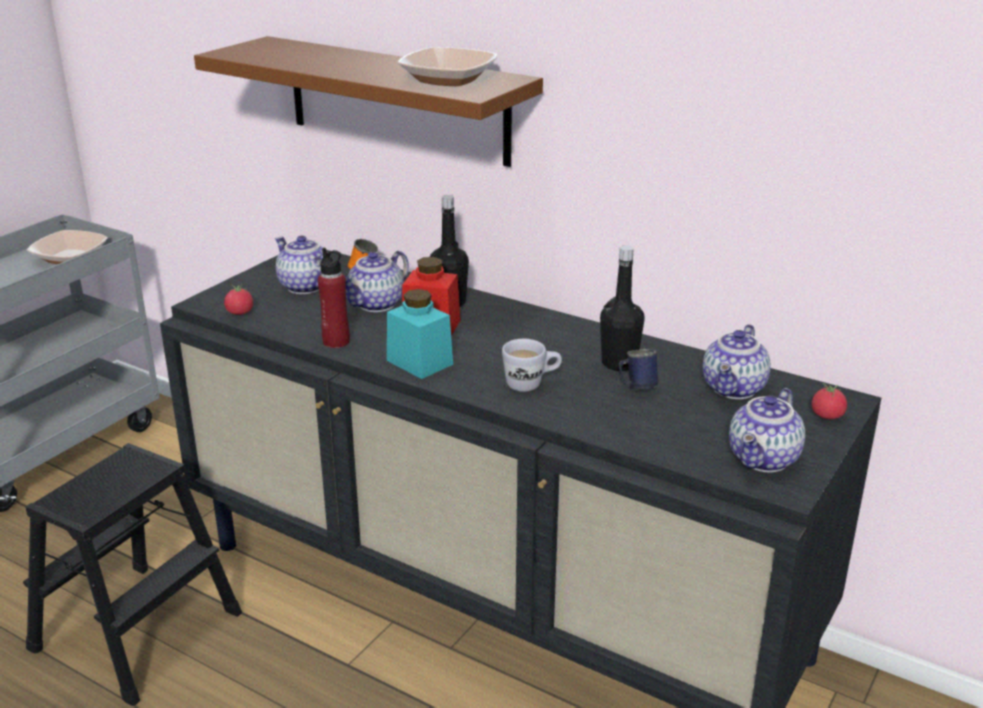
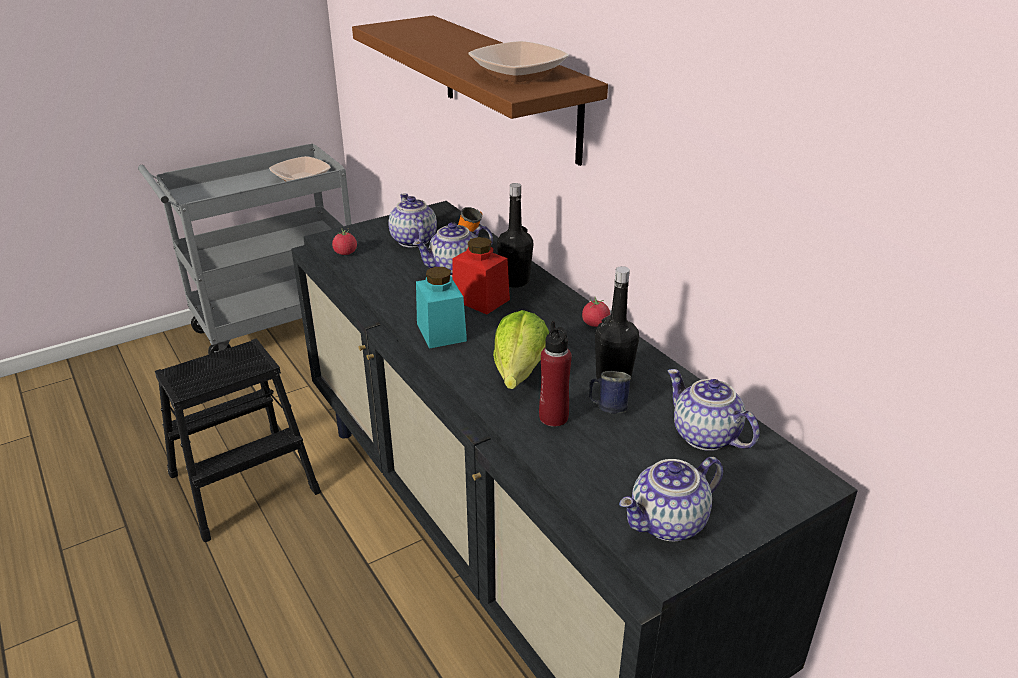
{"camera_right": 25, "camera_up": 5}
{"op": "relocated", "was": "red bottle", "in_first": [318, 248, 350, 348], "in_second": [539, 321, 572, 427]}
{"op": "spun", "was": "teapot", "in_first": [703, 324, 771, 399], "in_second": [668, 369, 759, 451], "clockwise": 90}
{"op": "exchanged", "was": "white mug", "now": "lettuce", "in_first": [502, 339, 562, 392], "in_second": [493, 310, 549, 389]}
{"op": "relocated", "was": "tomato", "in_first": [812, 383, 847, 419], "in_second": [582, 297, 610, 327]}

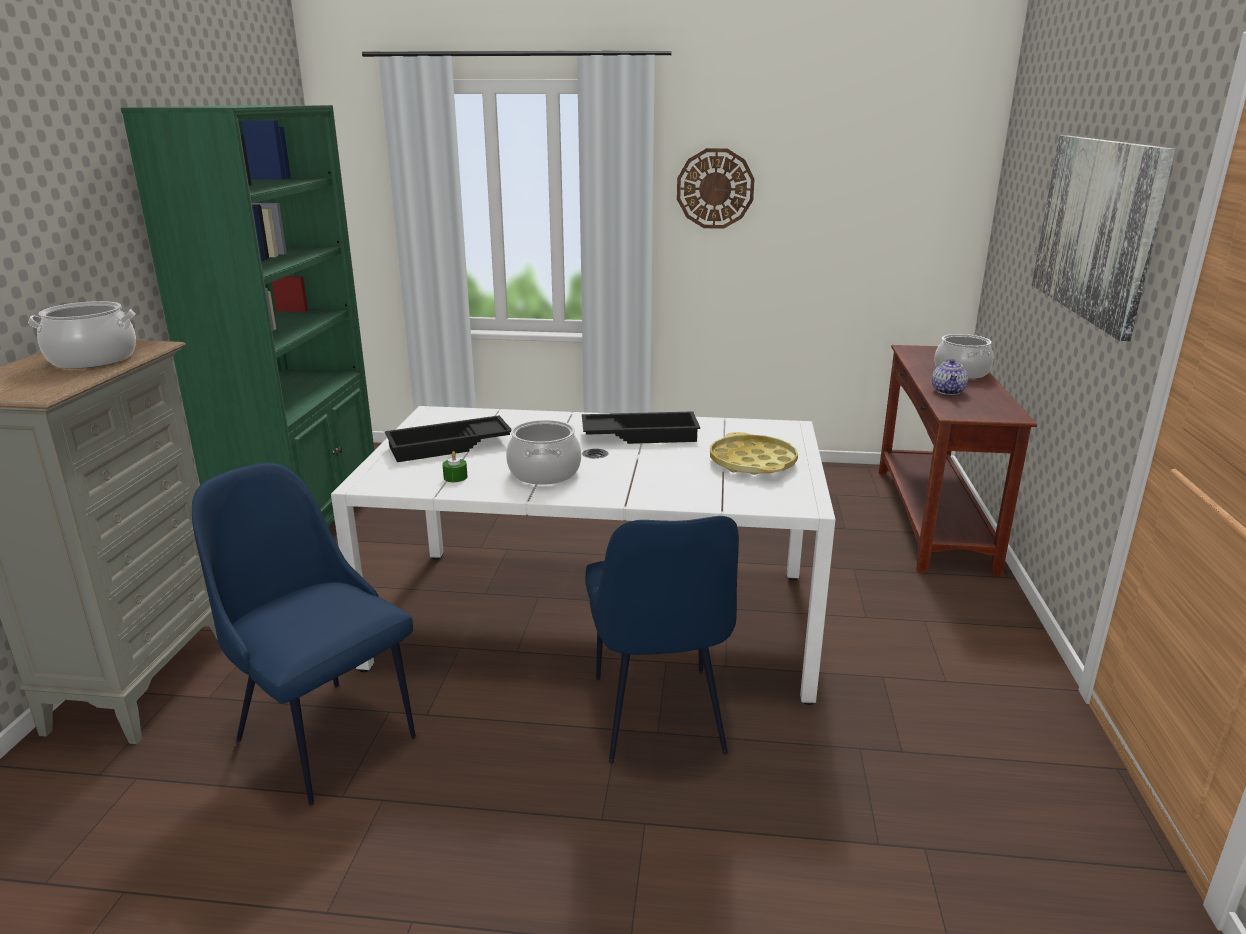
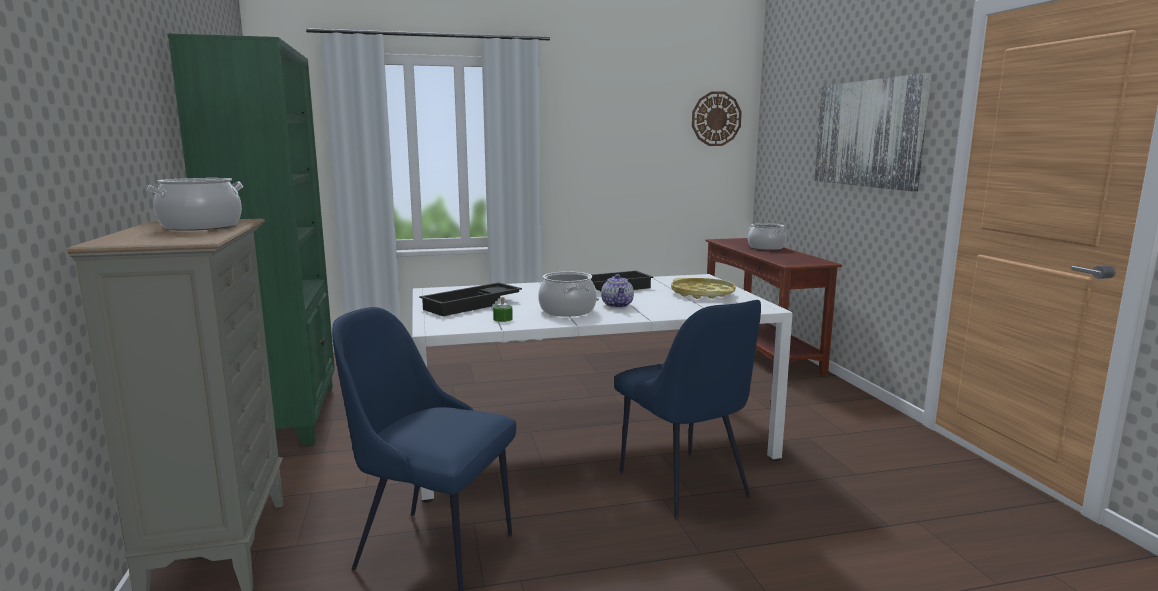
{"camera_right": -20, "camera_up": -10}
{"op": "relocated", "was": "wall clock", "in_first": [677, 148, 754, 229], "in_second": [692, 91, 742, 146]}
{"op": "relocated", "was": "teapot", "in_first": [932, 359, 968, 395], "in_second": [601, 274, 634, 308]}

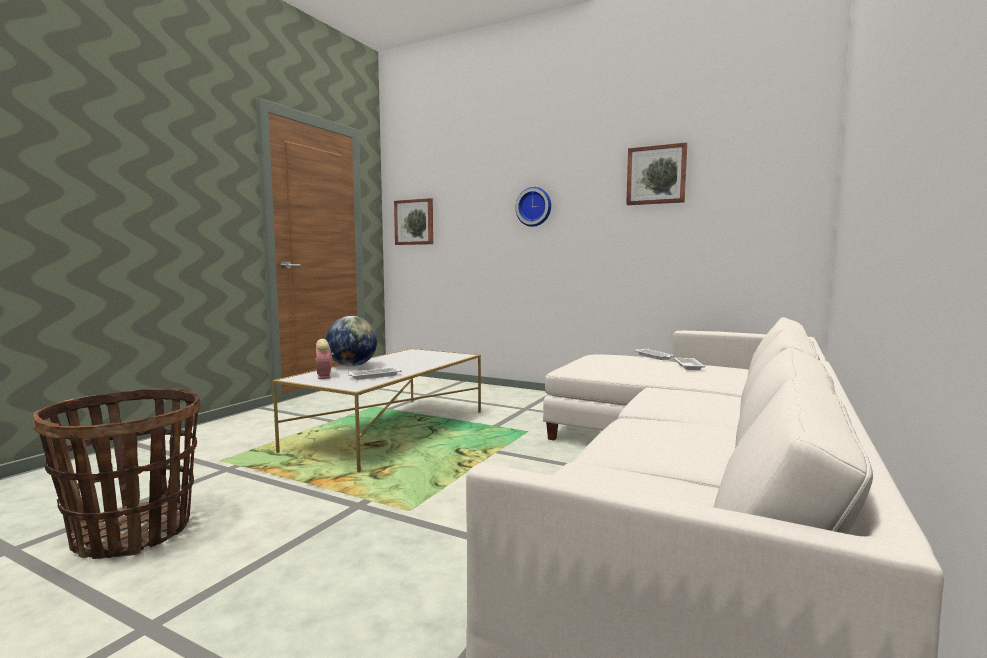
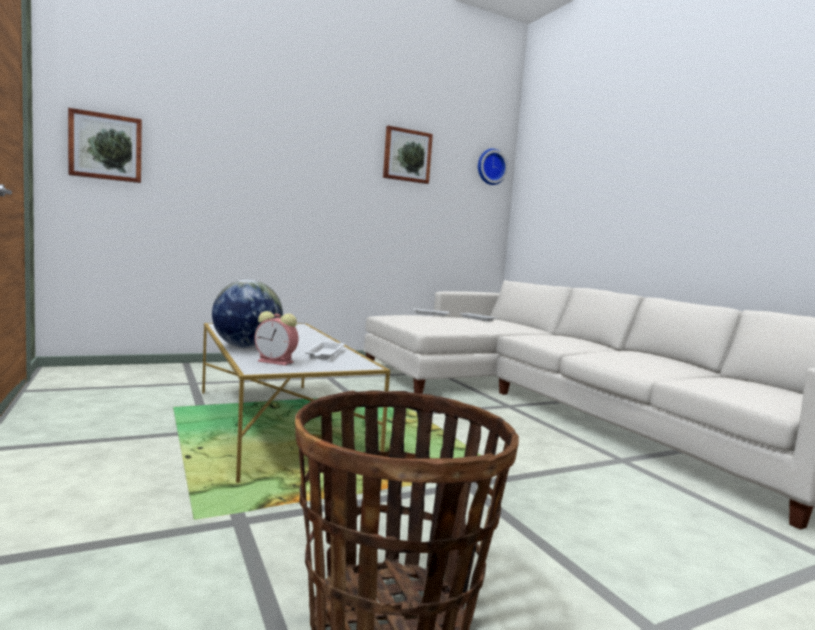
{"camera_right": -55, "camera_up": 0}
{"op": "relocated", "was": "wall clock", "in_first": [516, 187, 551, 227], "in_second": [478, 149, 508, 185]}

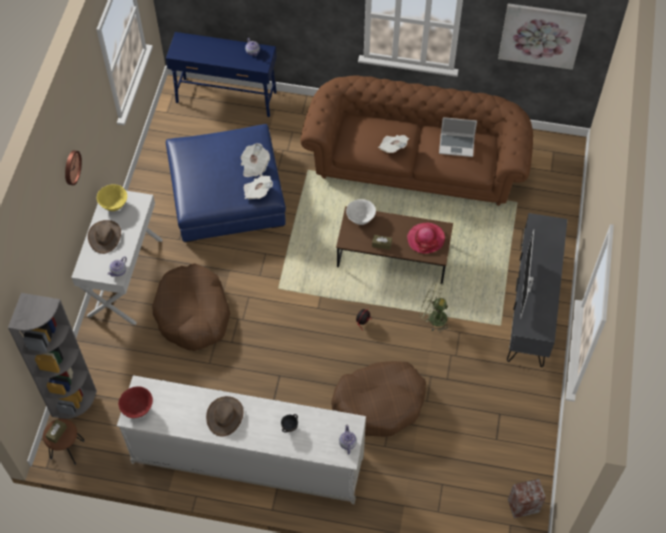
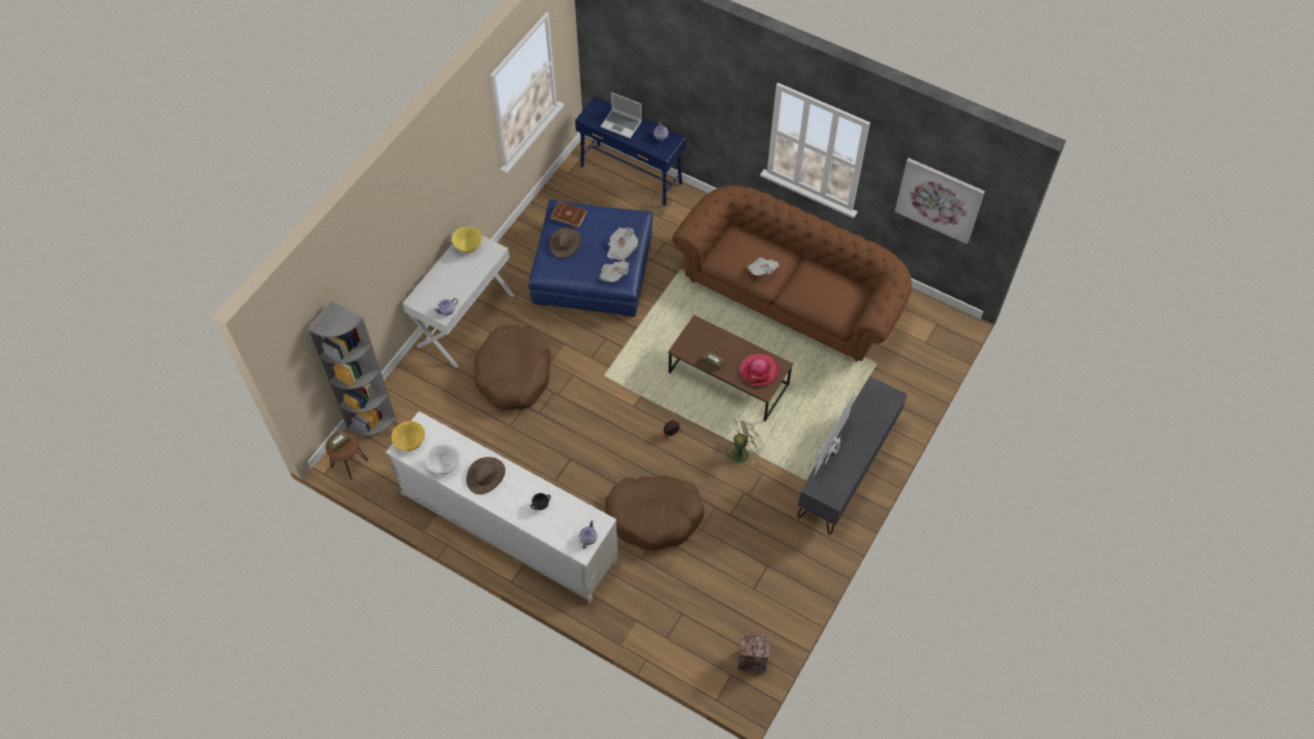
{"camera_right": 20, "camera_up": 0}
{"op": "relocated", "was": "laptop", "in_first": [439, 117, 477, 157], "in_second": [600, 92, 642, 138]}
{"op": "missing", "was": "wall clock", "in_first": [65, 150, 82, 185]}
{"op": "relocated", "was": "white bowl", "in_first": [346, 199, 376, 225], "in_second": [426, 444, 460, 474]}
{"op": "relocated", "was": "brown hat", "in_first": [88, 220, 121, 254], "in_second": [549, 228, 582, 258]}
{"op": "spun", "was": "green fan", "in_first": [420, 281, 451, 332], "in_second": [723, 416, 765, 464], "clockwise": 105}
{"op": "colour", "was": "red bowl", "now": "yellow bowl", "in_first": [118, 386, 153, 418], "in_second": [391, 421, 425, 451]}
{"op": "appeared", "now": "brown book", "in_second": [550, 201, 587, 228]}

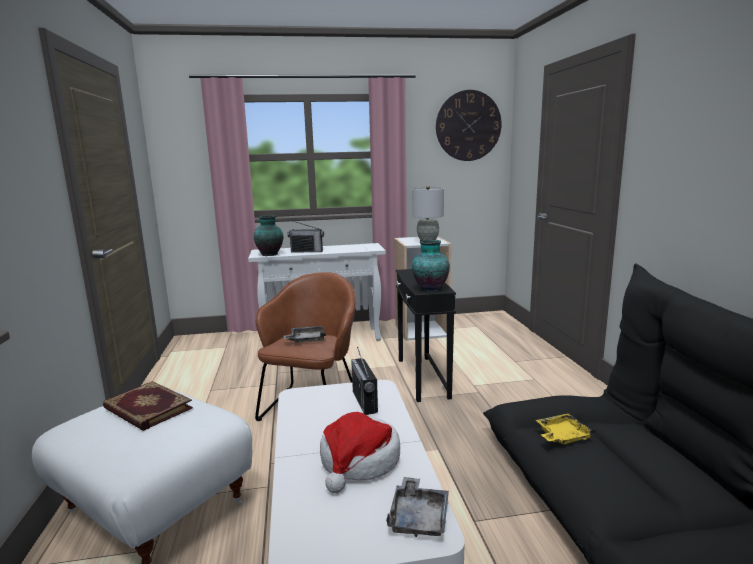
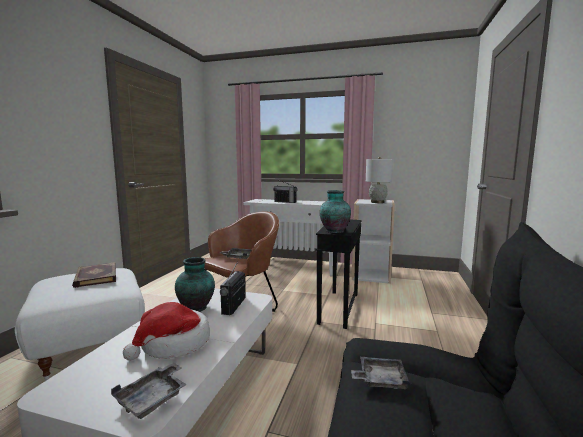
{"camera_right": 25, "camera_up": -5}
{"op": "missing", "was": "wall clock", "in_first": [436, 90, 502, 161]}
{"op": "relocated", "was": "vase", "in_first": [254, 215, 284, 256], "in_second": [175, 257, 215, 312]}
{"op": "colour", "was": "yellow tray", "now": "grey tray", "in_first": [536, 413, 596, 445], "in_second": [351, 357, 411, 389]}

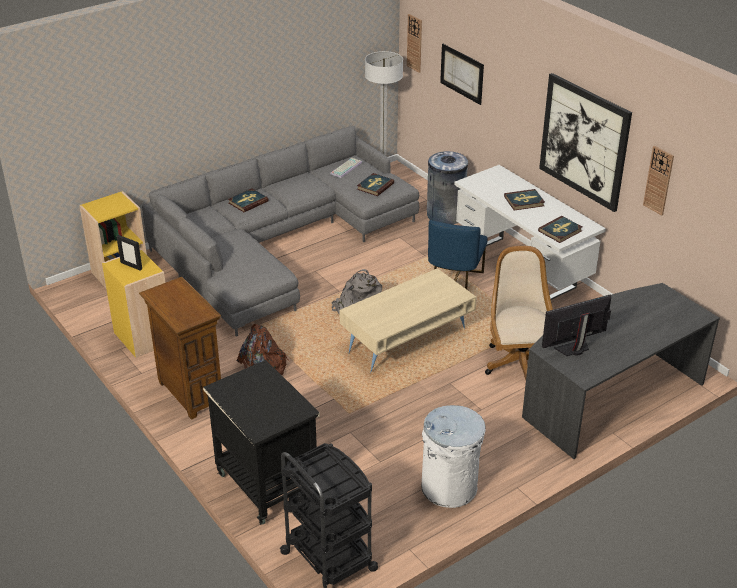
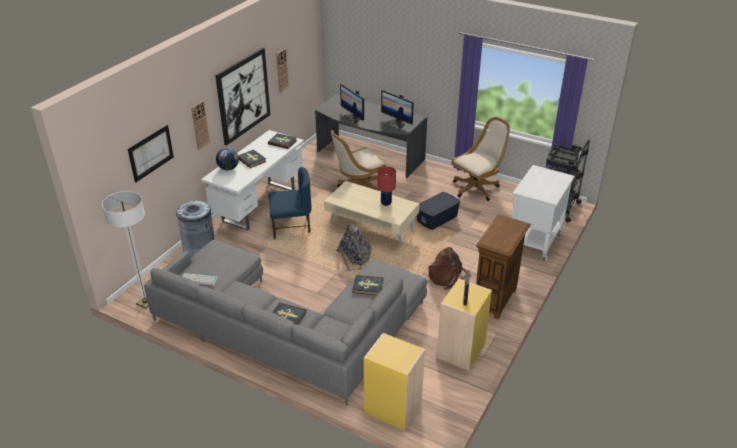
{"camera_right": -115, "camera_up": 0}
{"op": "relocated", "was": "wall clock", "in_first": [407, 14, 422, 73], "in_second": [191, 101, 210, 150]}
{"op": "relocated", "was": "book", "in_first": [357, 173, 394, 196], "in_second": [352, 275, 384, 295]}
{"op": "colour", "was": "black cart", "now": "white cart", "in_first": [203, 360, 320, 525], "in_second": [512, 165, 575, 261]}
{"op": "exchanged", "was": "white trash can", "now": "office chair", "in_first": [421, 405, 486, 508], "in_second": [451, 117, 510, 201]}
{"op": "appeared", "now": "monitor", "in_second": [340, 84, 364, 123]}
{"op": "appeared", "now": "globe", "in_second": [216, 148, 239, 170]}
{"op": "appeared", "now": "red table lamp", "in_second": [377, 167, 396, 206]}
{"op": "appeared", "now": "blue storage box", "in_second": [417, 192, 460, 230]}

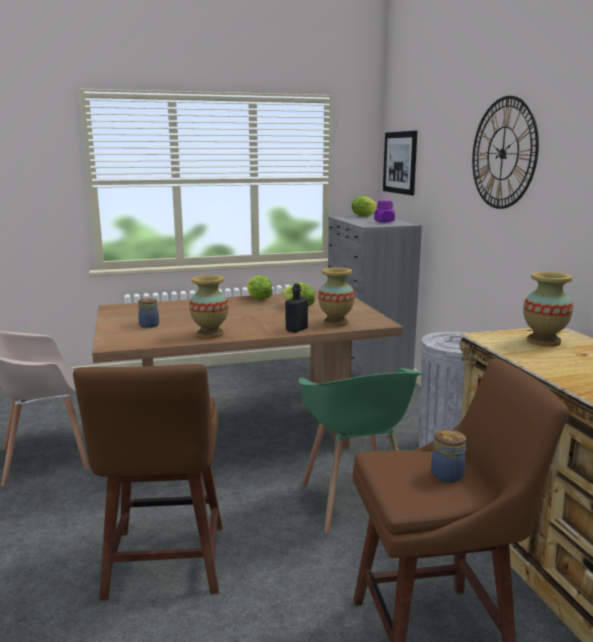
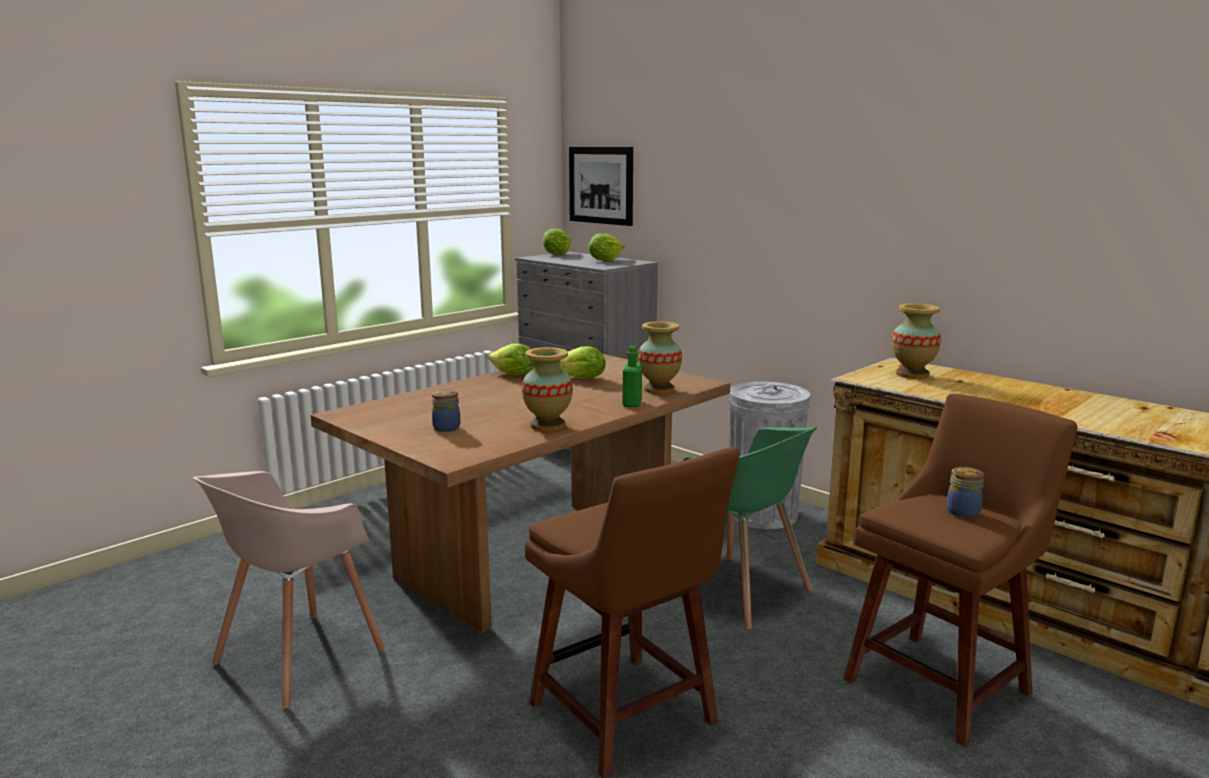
{"camera_right": -30, "camera_up": 0}
{"op": "missing", "was": "wall clock", "in_first": [472, 96, 539, 209]}
{"op": "exchanged", "was": "purple jar", "now": "lettuce", "in_first": [374, 200, 395, 222], "in_second": [589, 233, 624, 261]}
{"op": "colour", "was": "black bottle", "now": "green bottle", "in_first": [285, 283, 308, 333], "in_second": [623, 346, 642, 407]}

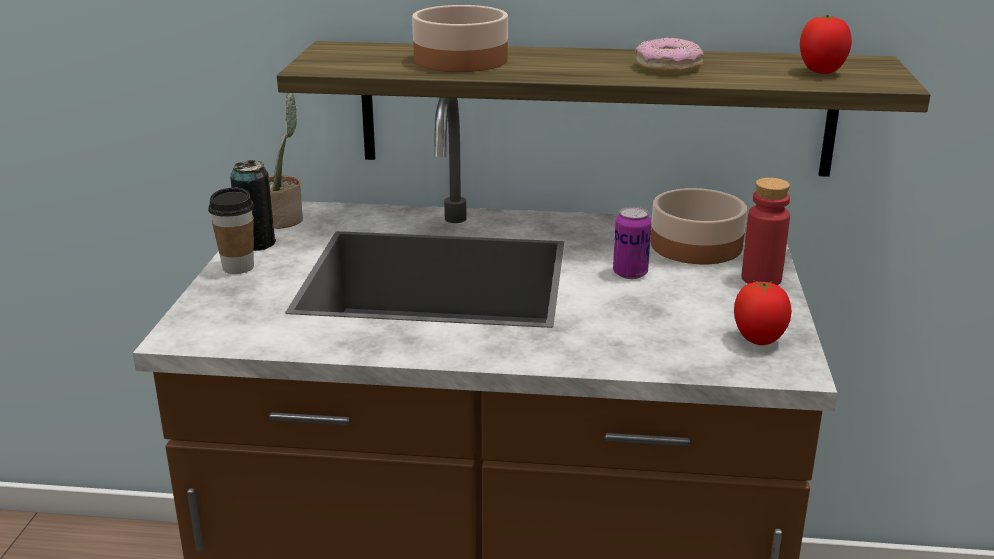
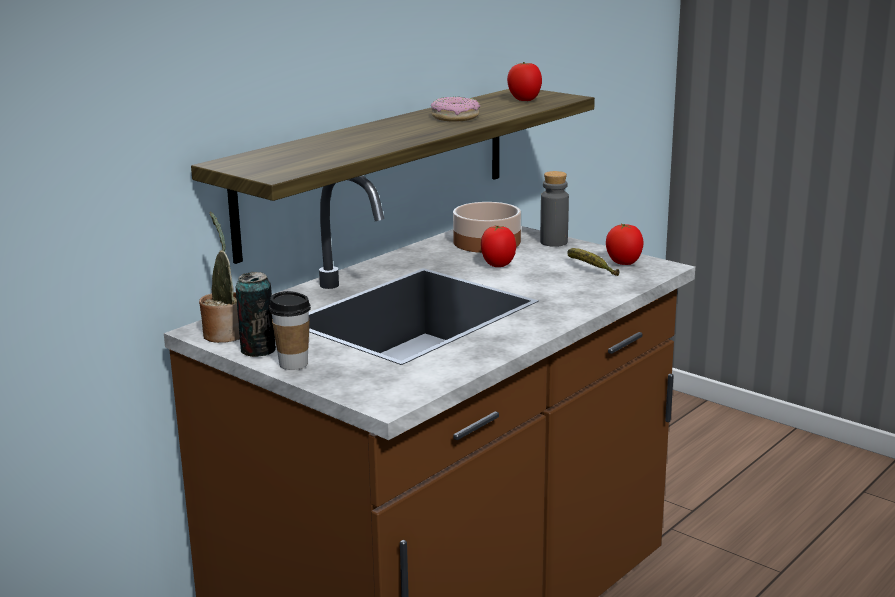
{"camera_right": -55, "camera_up": -5}
{"op": "missing", "was": "bowl", "in_first": [412, 5, 508, 72]}
{"op": "colour", "was": "red bottle", "now": "grey bottle", "in_first": [742, 178, 790, 285], "in_second": [540, 171, 569, 247]}
{"op": "exchanged", "was": "can", "now": "tomato", "in_first": [613, 207, 652, 279], "in_second": [481, 225, 516, 267]}
{"op": "appeared", "now": "banana", "in_second": [568, 248, 620, 276]}

